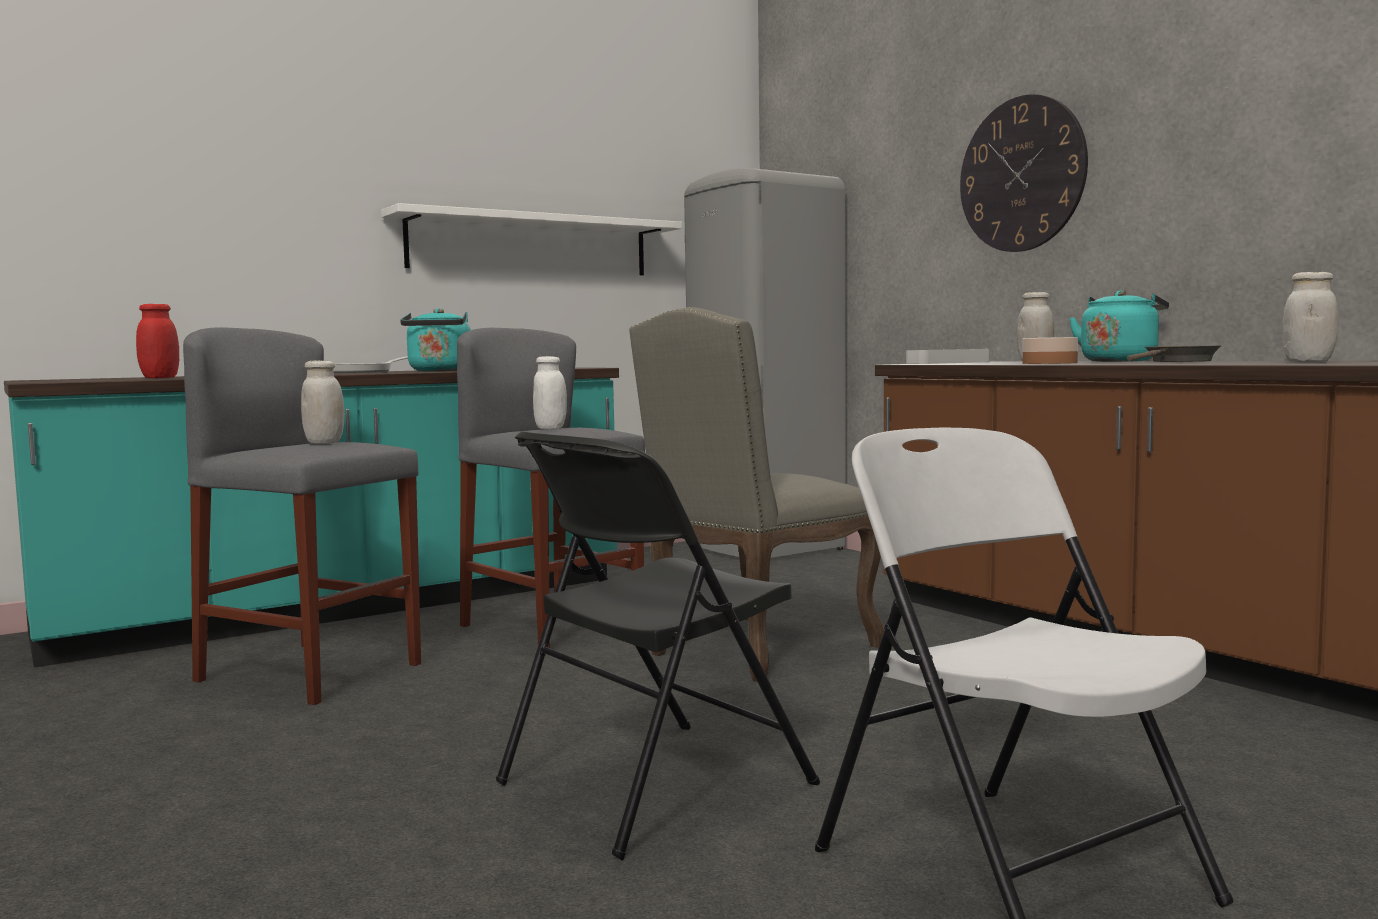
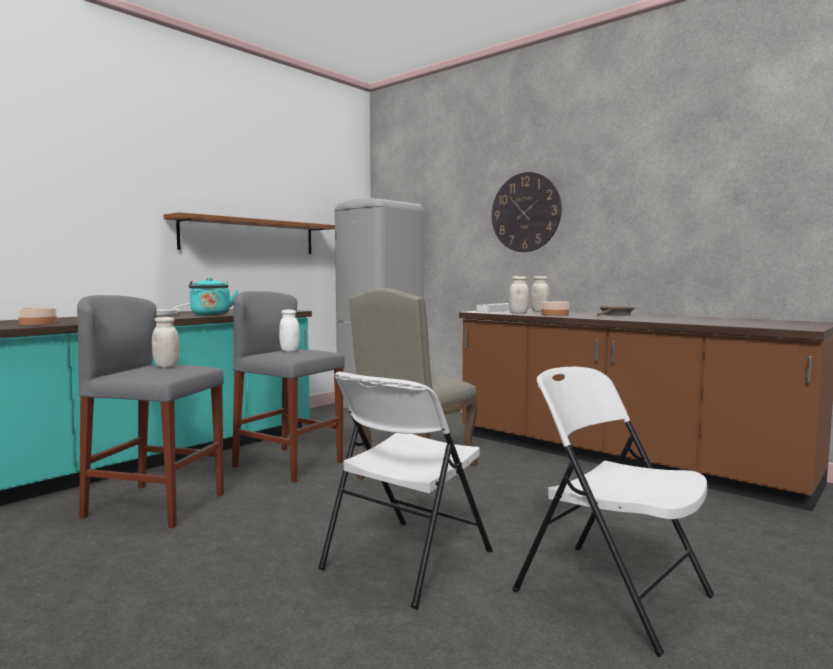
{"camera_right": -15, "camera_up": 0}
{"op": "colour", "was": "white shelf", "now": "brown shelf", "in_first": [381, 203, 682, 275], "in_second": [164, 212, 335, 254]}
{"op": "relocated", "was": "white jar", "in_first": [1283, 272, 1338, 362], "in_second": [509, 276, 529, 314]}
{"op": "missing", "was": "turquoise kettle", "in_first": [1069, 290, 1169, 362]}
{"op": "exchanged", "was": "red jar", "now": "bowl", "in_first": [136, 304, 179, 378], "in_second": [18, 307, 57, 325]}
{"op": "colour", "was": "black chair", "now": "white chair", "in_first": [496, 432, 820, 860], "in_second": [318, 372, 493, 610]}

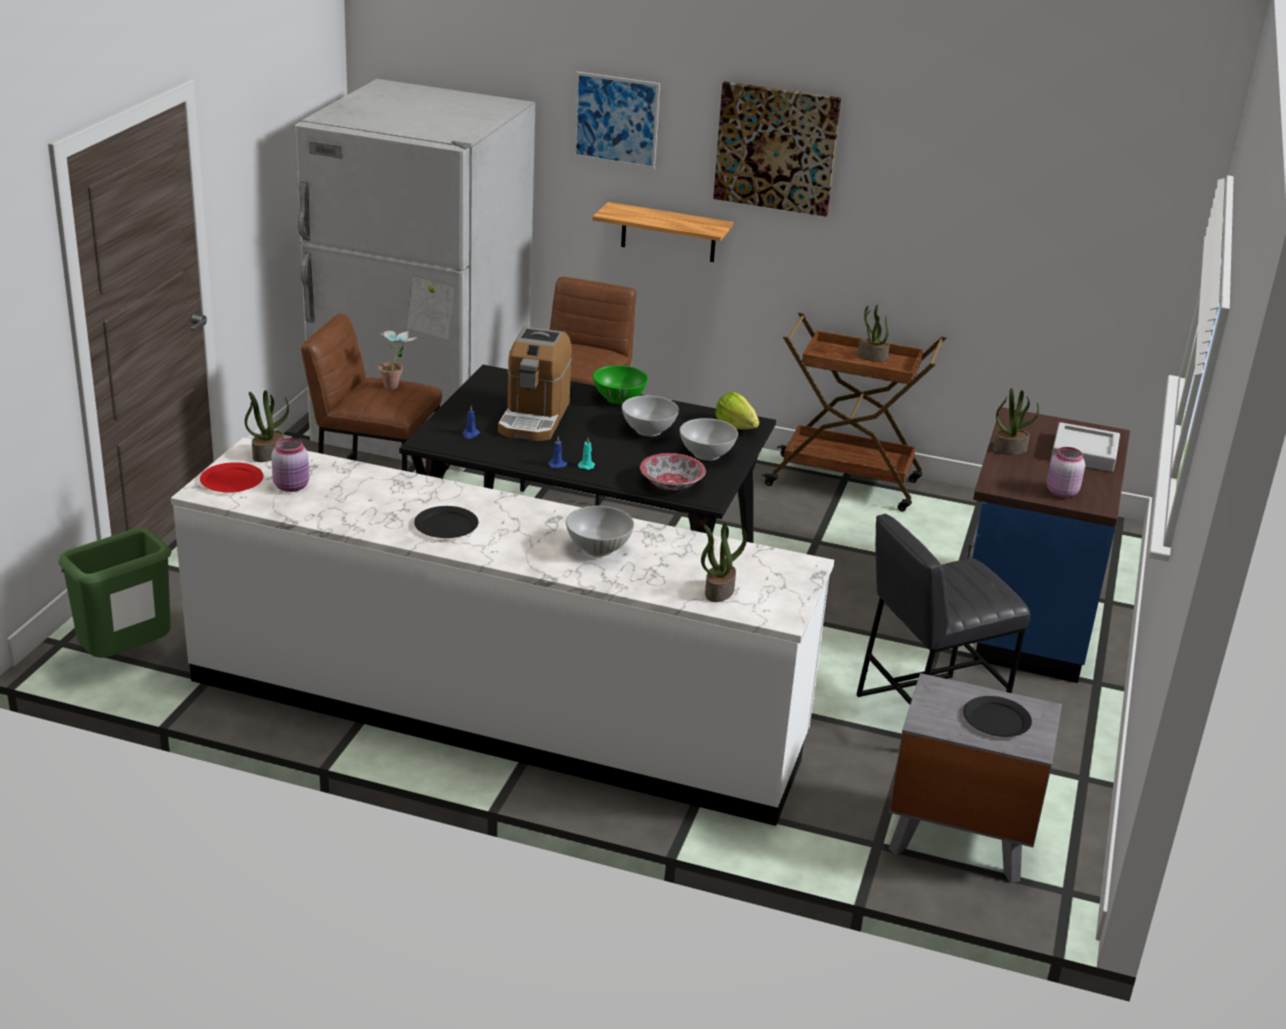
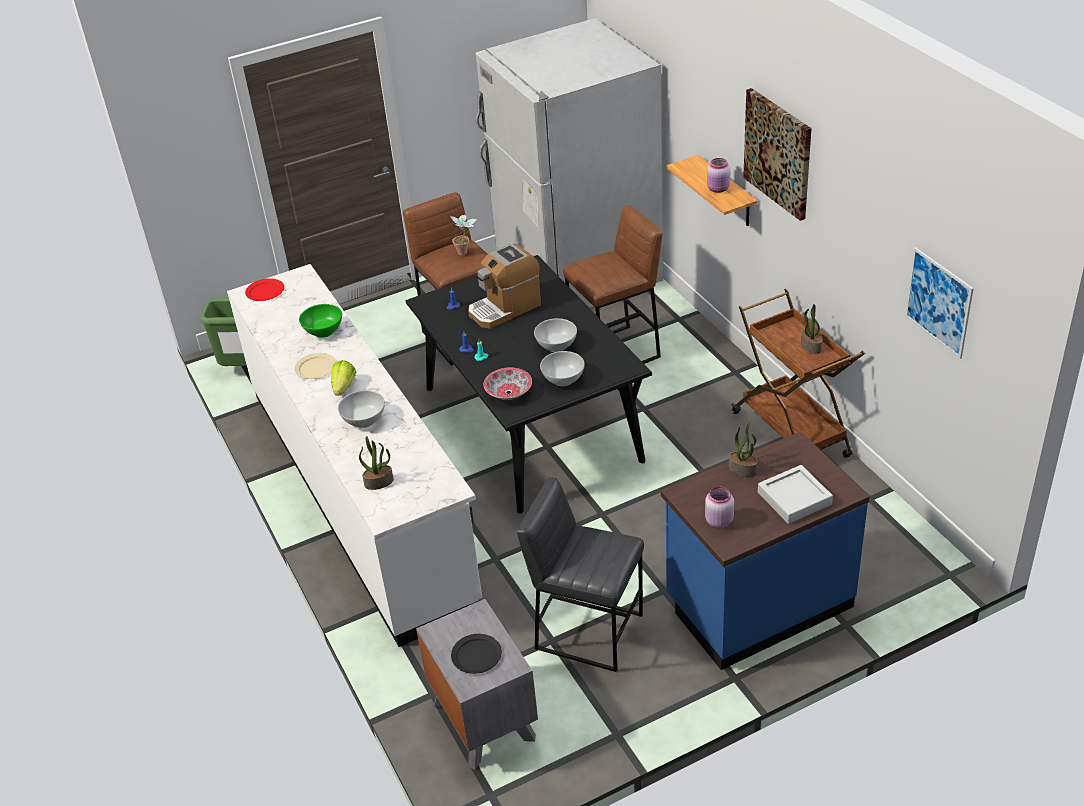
{"camera_right": 50, "camera_up": 10}
{"op": "relocated", "was": "picture", "in_first": [573, 72, 660, 170], "in_second": [905, 247, 974, 359]}
{"op": "relocated", "was": "green bowl", "in_first": [593, 365, 648, 405], "in_second": [299, 304, 342, 338]}
{"op": "missing", "was": "potted plant", "in_first": [245, 390, 289, 462]}
{"op": "relocated", "was": "lettuce", "in_first": [715, 392, 759, 430], "in_second": [331, 360, 356, 396]}
{"op": "relocated", "was": "pink jar", "in_first": [271, 438, 309, 492], "in_second": [707, 158, 730, 193]}
{"op": "colour", "was": "black plate", "now": "beige plate", "in_first": [414, 506, 478, 538], "in_second": [295, 353, 336, 379]}

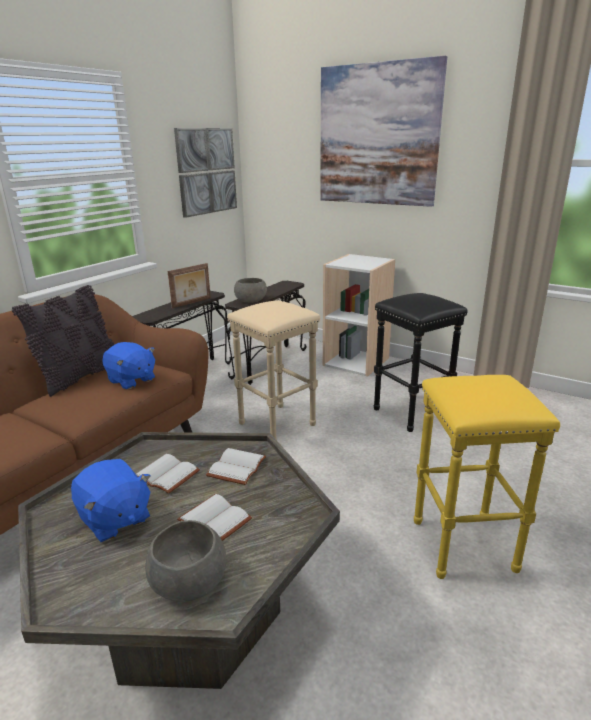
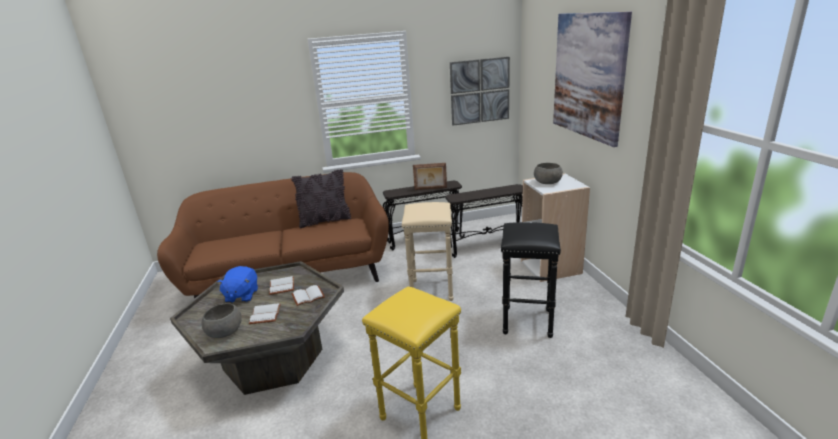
{"camera_right": 45, "camera_up": 0}
{"op": "relocated", "was": "grey bowl", "in_first": [234, 278, 267, 303], "in_second": [534, 163, 563, 184]}
{"op": "missing", "was": "blue plush toy", "in_first": [102, 342, 155, 389]}

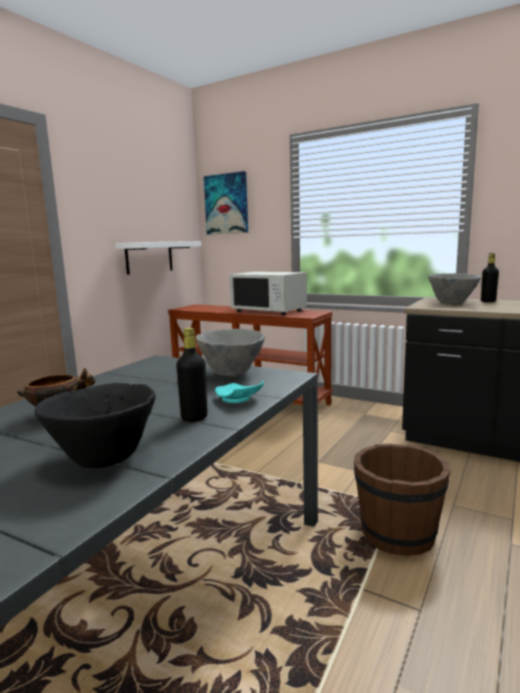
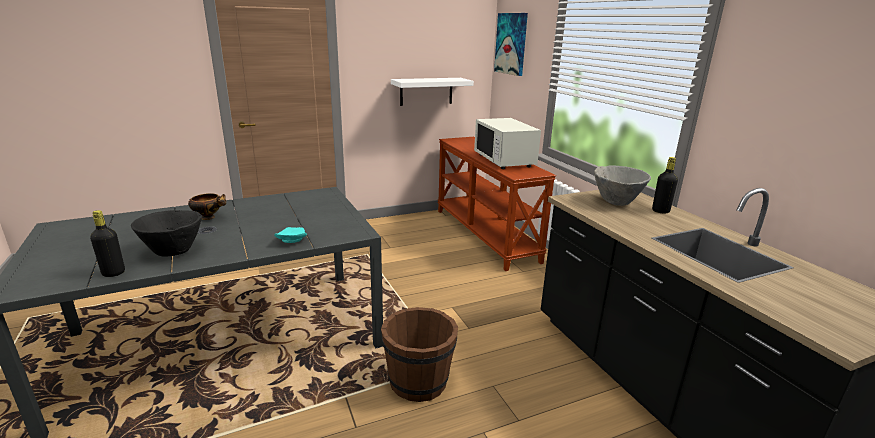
{"camera_right": 35, "camera_up": 10}
{"op": "relocated", "was": "black bottle", "in_first": [176, 328, 208, 422], "in_second": [90, 210, 125, 277]}
{"op": "missing", "was": "grey bowl", "in_first": [196, 329, 265, 377]}

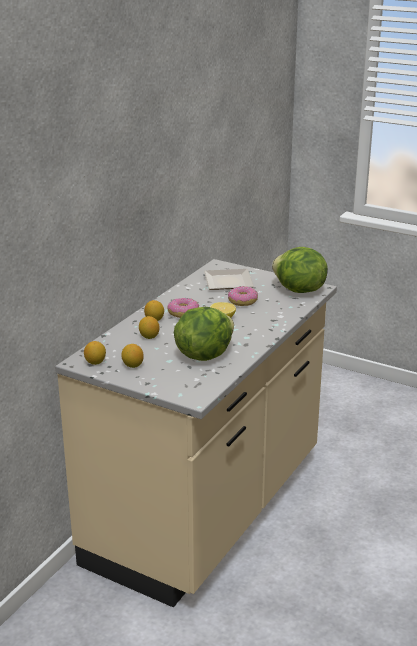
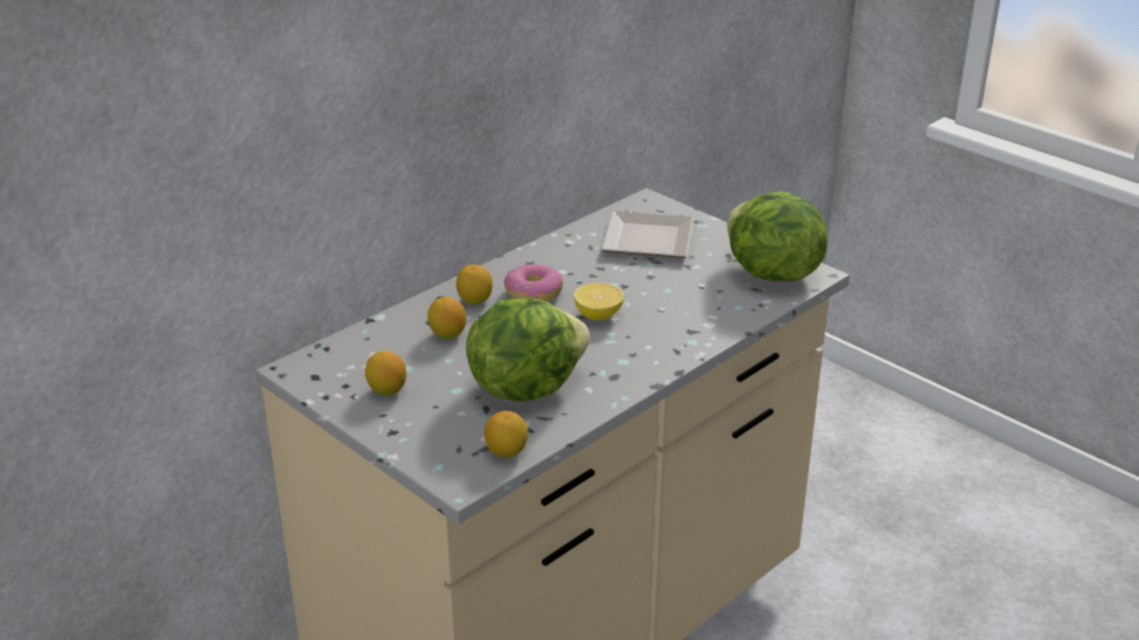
{"camera_right": 15, "camera_up": 5}
{"op": "missing", "was": "donut", "in_first": [228, 286, 258, 306]}
{"op": "relocated", "was": "lemon", "in_first": [84, 341, 106, 365], "in_second": [484, 411, 528, 458]}

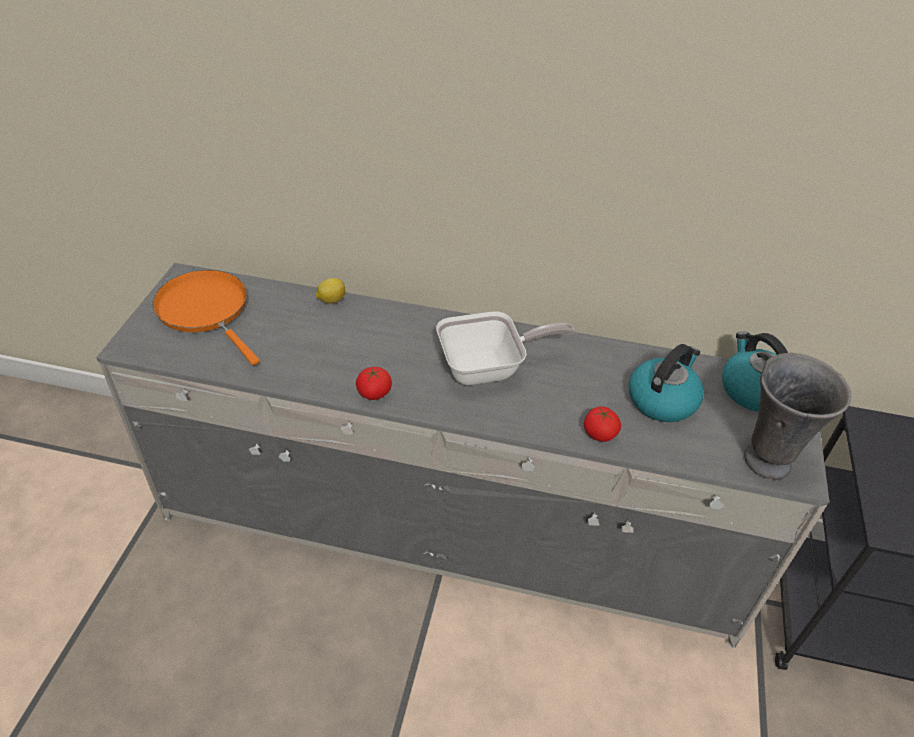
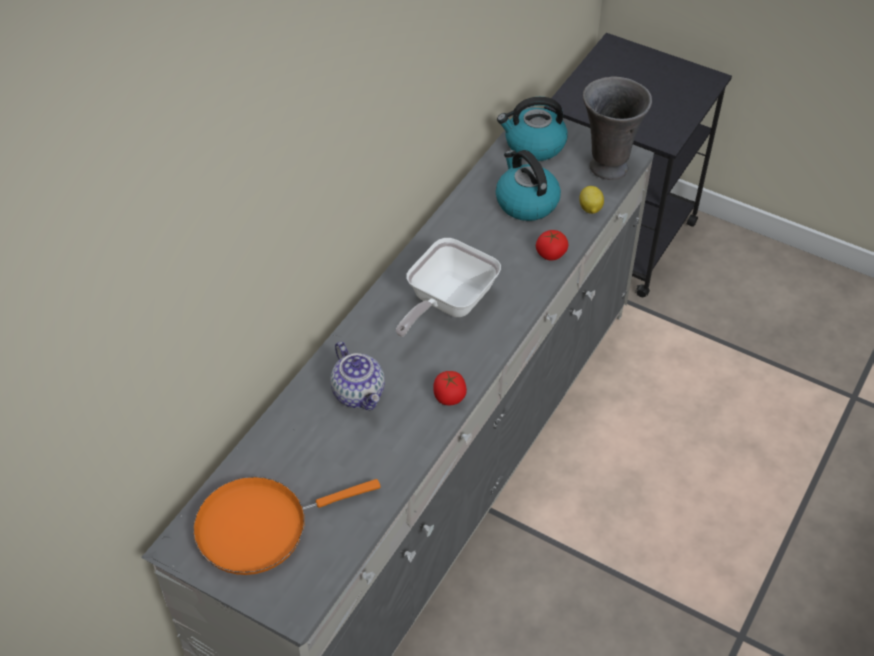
{"camera_right": -70, "camera_up": 5}
{"op": "relocated", "was": "lemon", "in_first": [315, 278, 345, 303], "in_second": [579, 186, 604, 214]}
{"op": "spun", "was": "frying pan", "in_first": [436, 311, 574, 385], "in_second": [396, 238, 501, 337], "clockwise": -150}
{"op": "appeared", "now": "teapot", "in_second": [330, 342, 385, 411]}

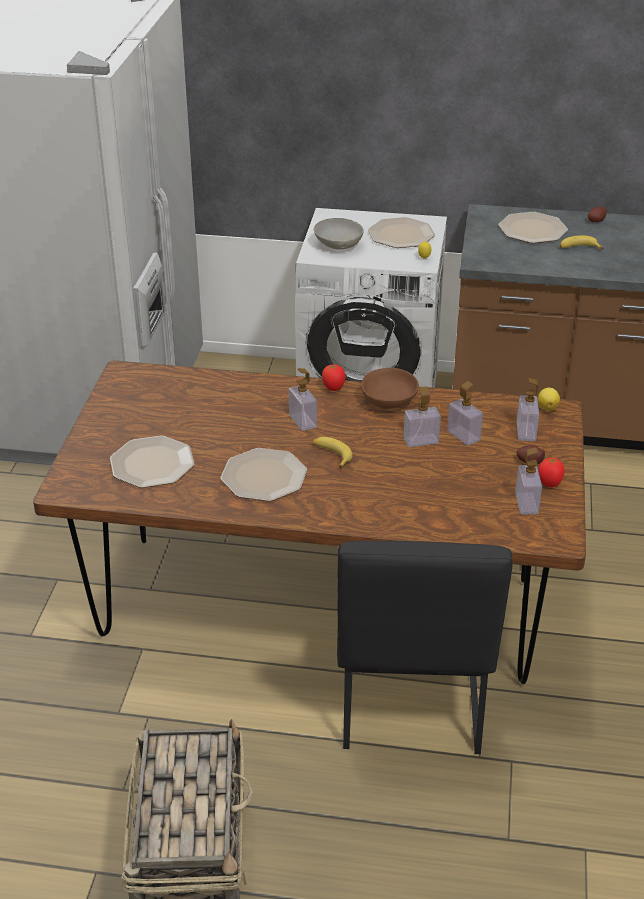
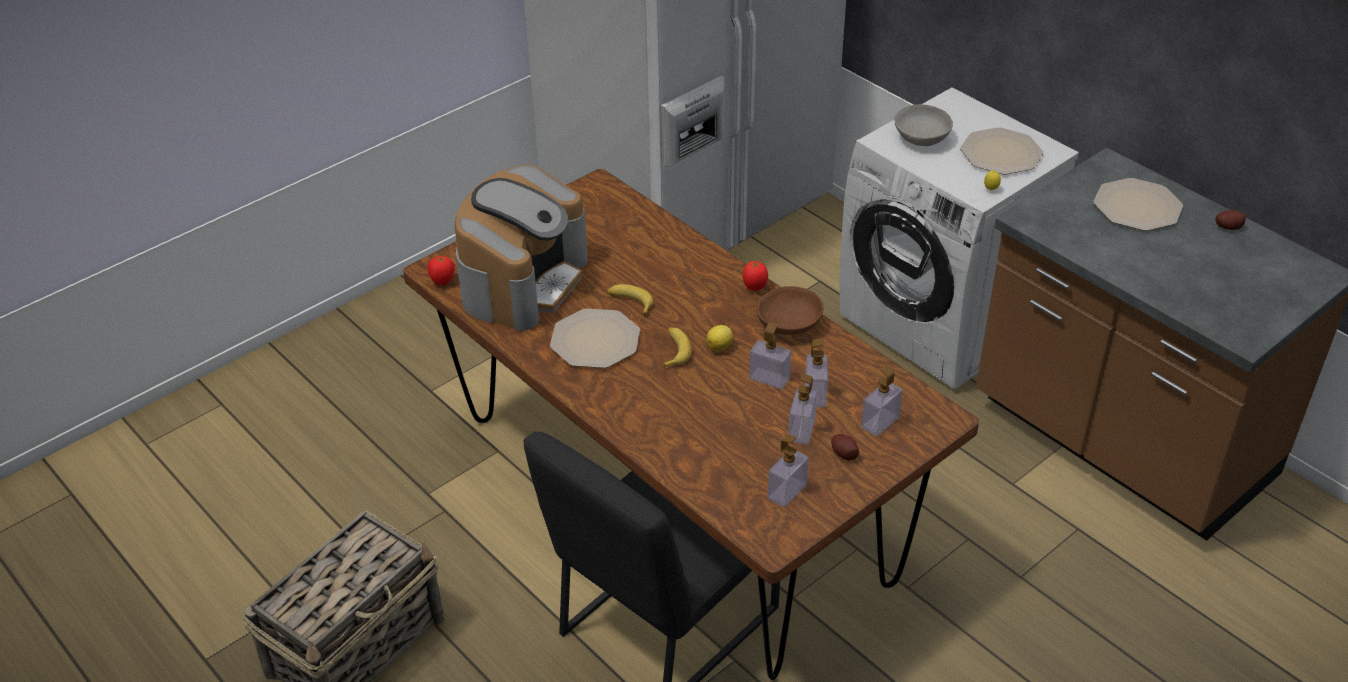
{"camera_right": 40, "camera_up": 5}
{"op": "relocated", "was": "banana", "in_first": [560, 235, 604, 250], "in_second": [607, 284, 653, 316]}
{"op": "relocated", "was": "soap dispenser", "in_first": [289, 368, 317, 431], "in_second": [789, 373, 817, 445]}
{"op": "relocated", "was": "lemon", "in_first": [538, 388, 560, 411], "in_second": [706, 325, 733, 352]}
{"op": "exchanged", "was": "plate", "now": "coffee machine", "in_first": [110, 435, 195, 488], "in_second": [455, 164, 588, 331]}
{"op": "relocated", "was": "tomato", "in_first": [538, 457, 565, 487], "in_second": [428, 256, 455, 285]}

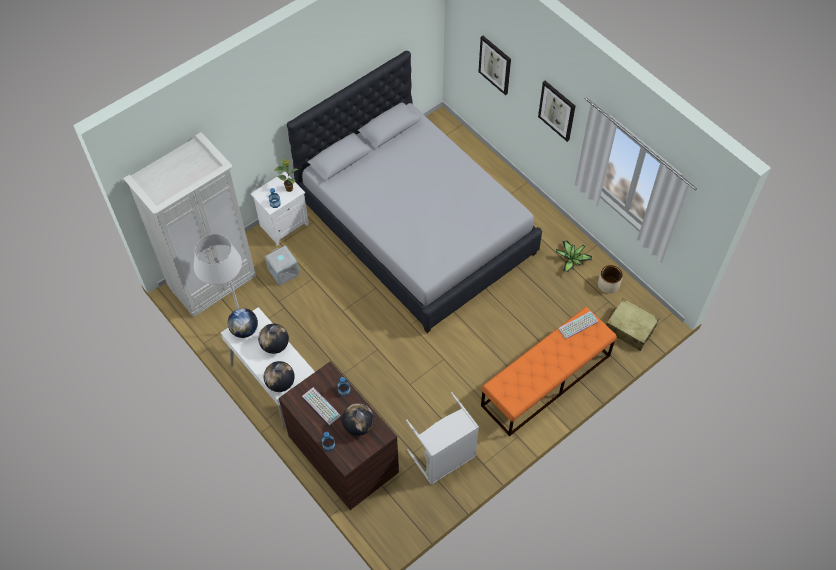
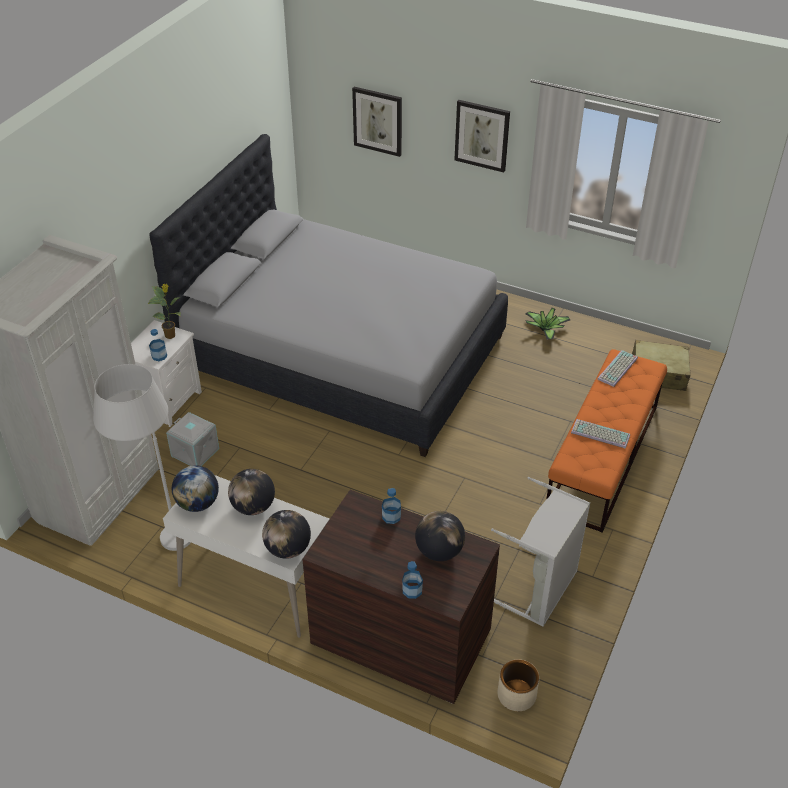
{"camera_right": -25, "camera_up": -15}
{"op": "relocated", "was": "beige planter", "in_first": [598, 265, 623, 294], "in_second": [497, 659, 539, 711]}
{"op": "relocated", "was": "keyboard", "in_first": [302, 387, 341, 426], "in_second": [571, 419, 630, 449]}

